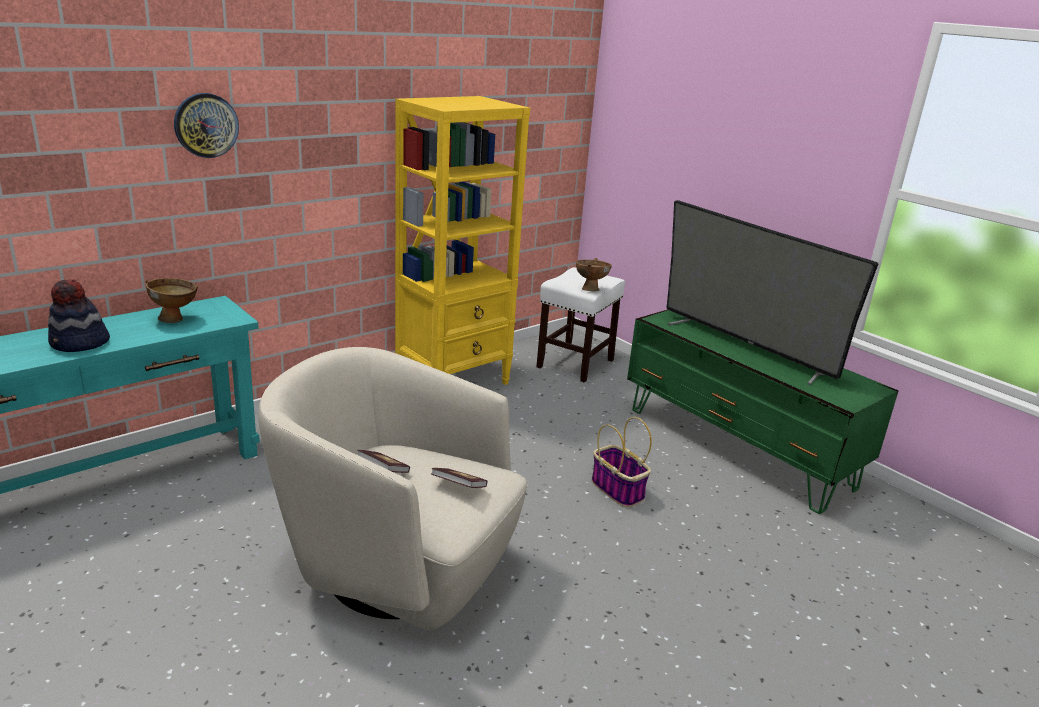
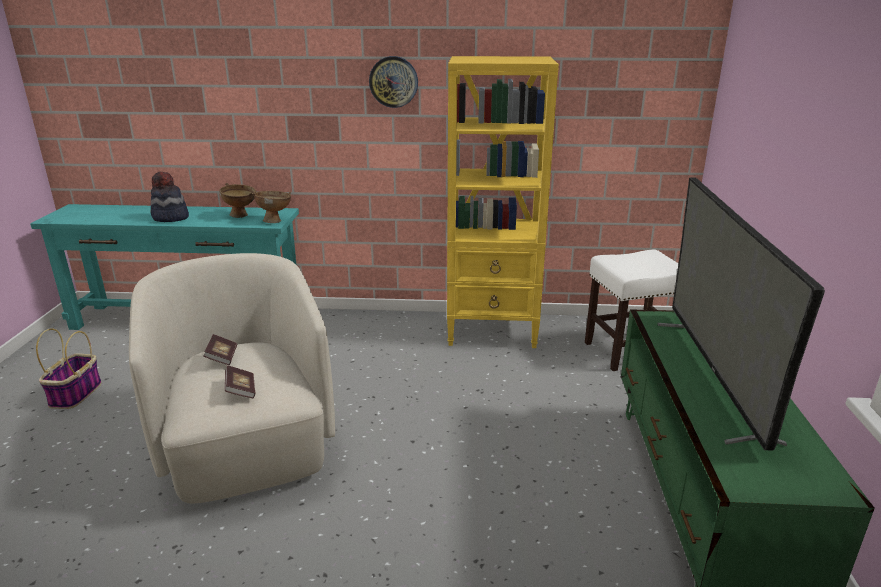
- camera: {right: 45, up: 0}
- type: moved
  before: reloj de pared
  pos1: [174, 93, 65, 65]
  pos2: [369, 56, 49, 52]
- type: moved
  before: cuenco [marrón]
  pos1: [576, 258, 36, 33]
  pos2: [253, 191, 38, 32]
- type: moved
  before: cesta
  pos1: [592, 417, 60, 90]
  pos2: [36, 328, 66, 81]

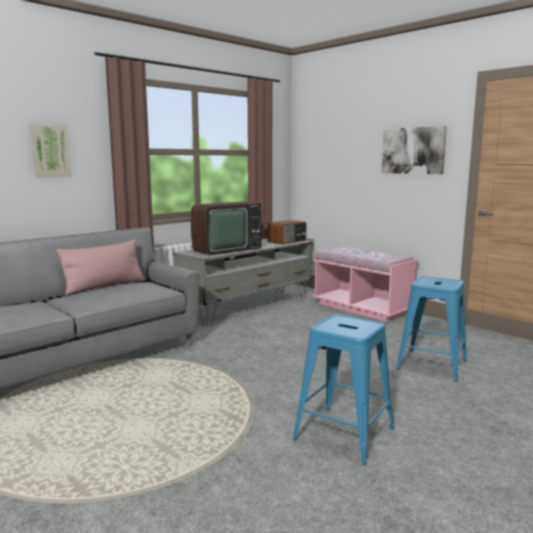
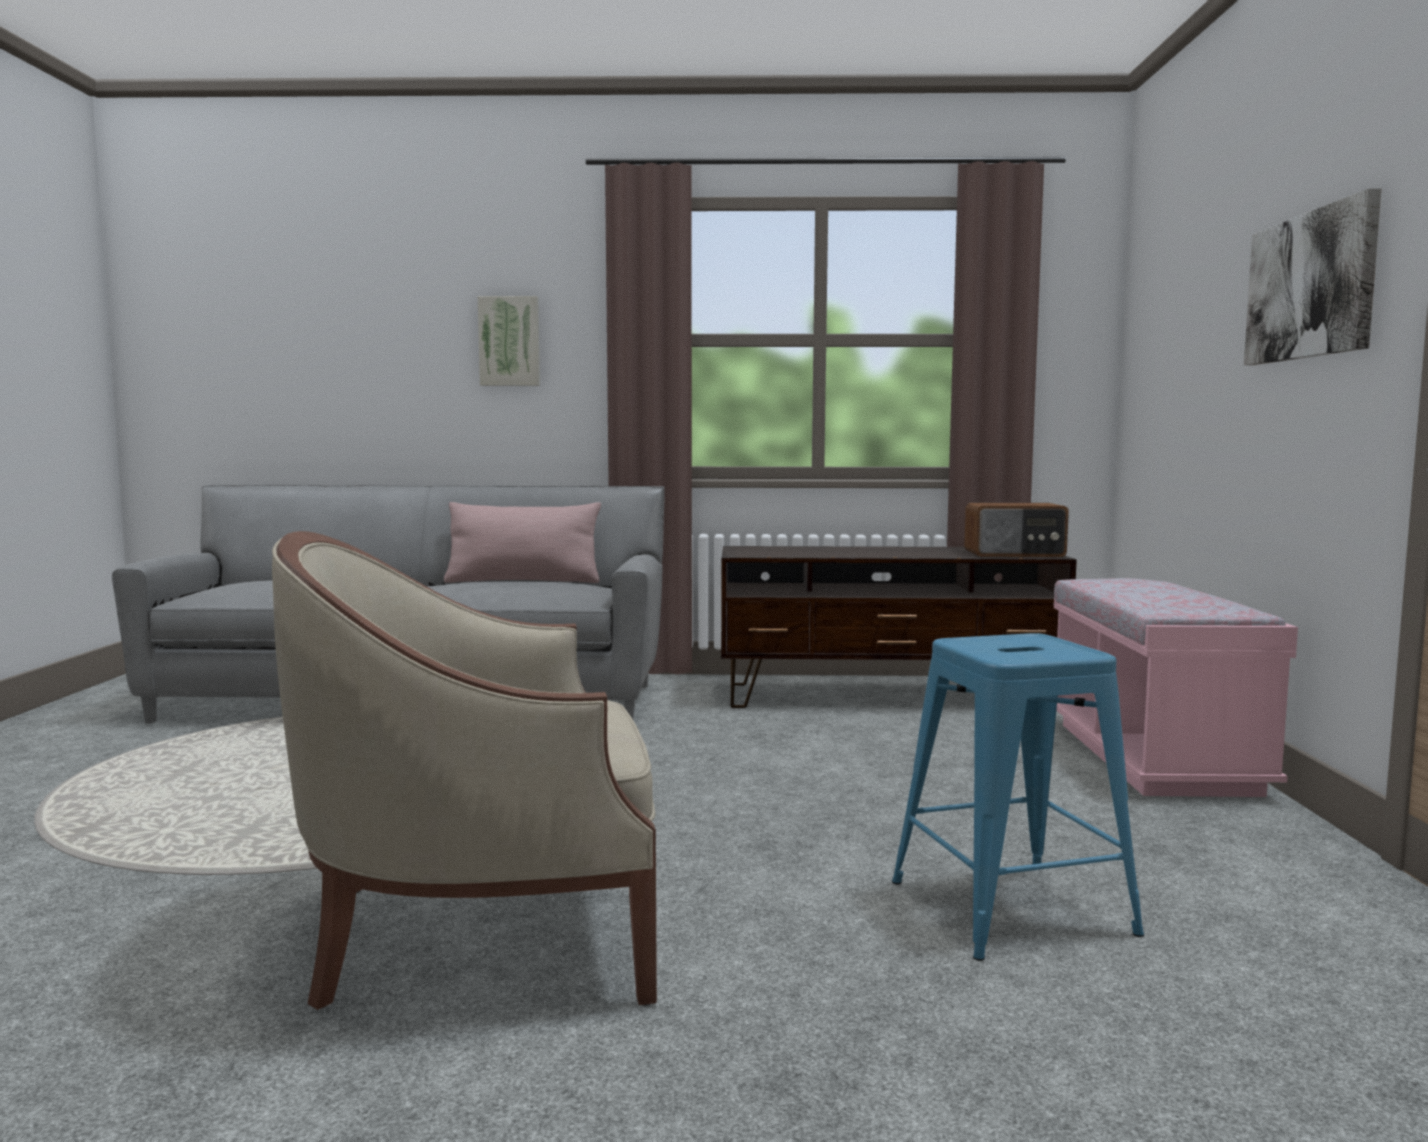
- camera: {right: 45, up: -5}
- type: recoloured
  before: mueble de televisión [gris]
  after: mueble de televisión [marrón]
  pos1: [173, 239, 139, 87]
  pos2: [721, 546, 356, 162]
- type: removed
  before: televisor
  pos1: [191, 201, 70, 54]
- type: replaced
  before: taburete [azul]
  after: sillón [beis]
  pos1: [293, 314, 101, 151]
  pos2: [272, 531, 385, 479]

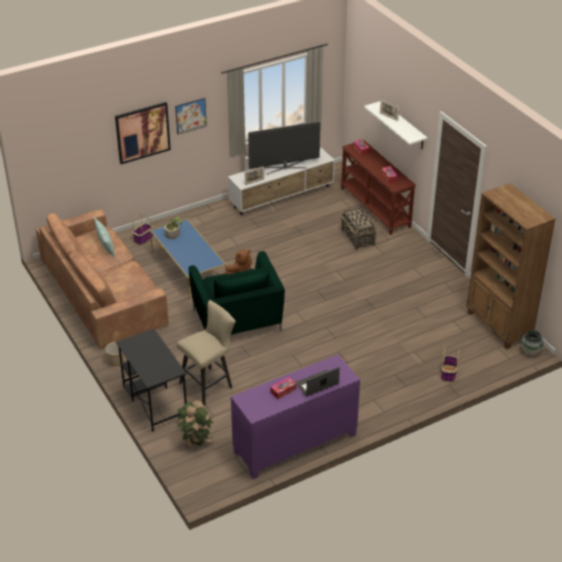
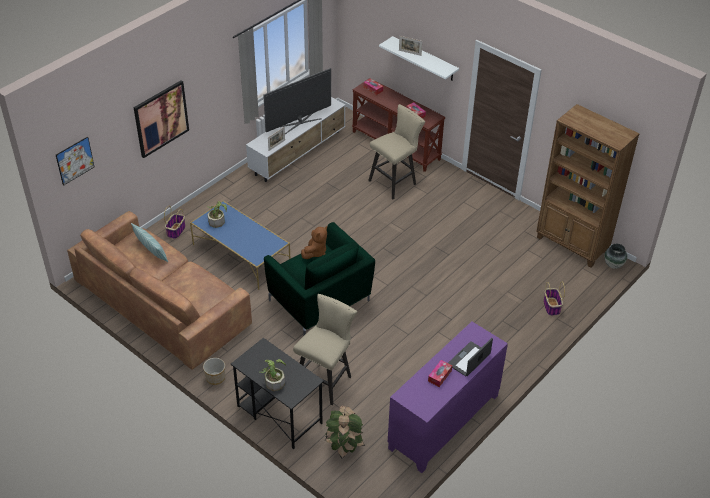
- camera: {right: -20, up: 5}
- type: moved
  before: cuadro
  pos1: [175, 98, 32, 37]
  pos2: [56, 136, 38, 50]
- type: replaced
  before: cesta
  after: taburete [beis]
  pos1: [341, 207, 36, 43]
  pos2: [368, 104, 57, 95]
- type: added
  after: planta en maceta
  pos2: [260, 359, 26, 32]

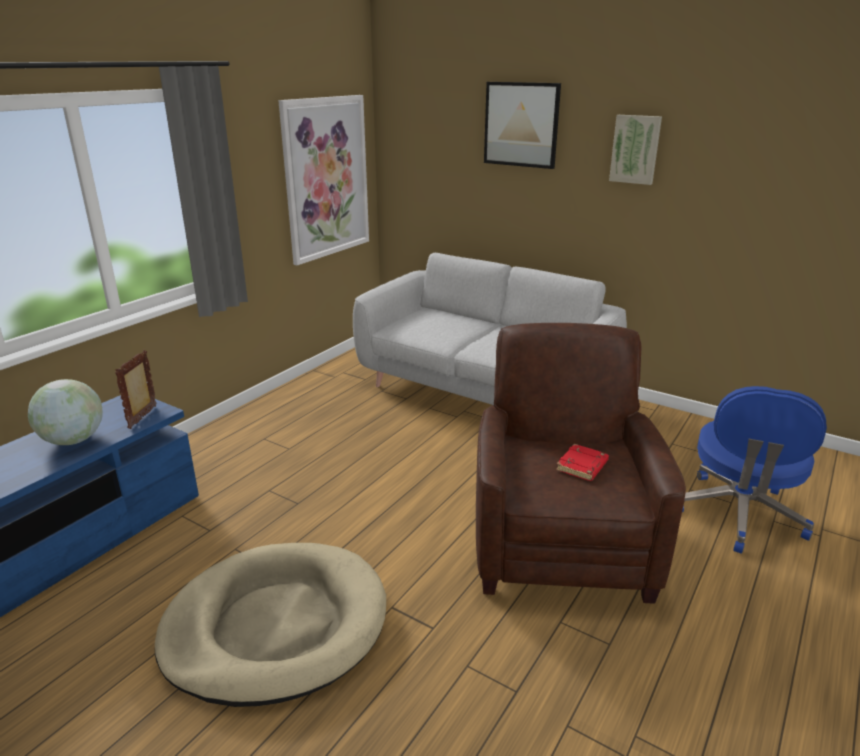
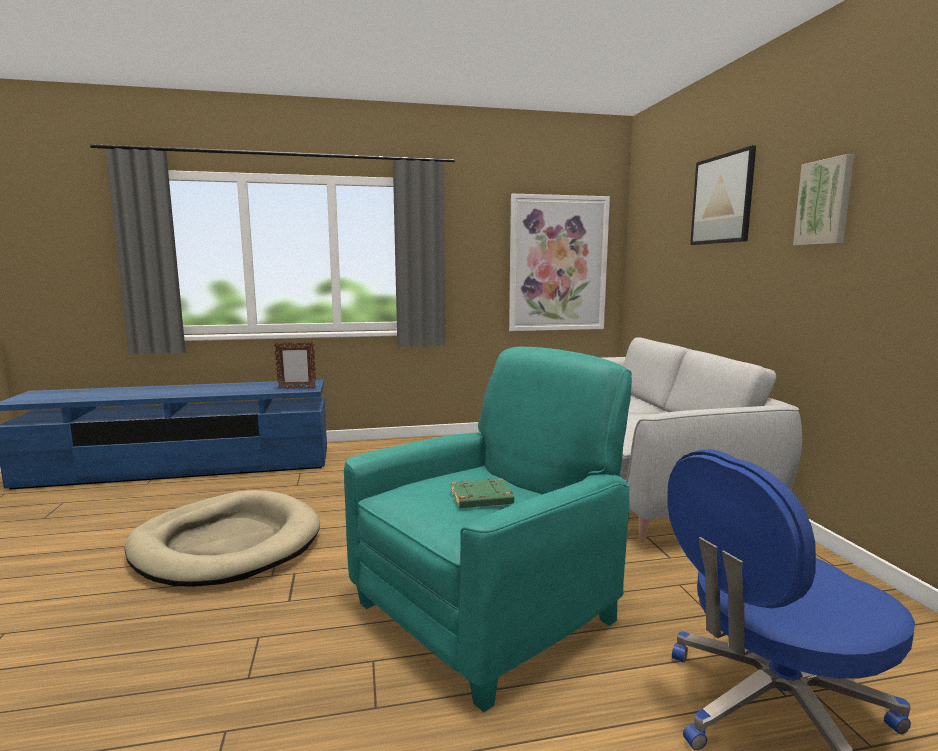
- camera: {right: 45, up: -15}
- type: removed
  before: globo terráqueo
  pos1: [28, 379, 75, 66]
- type: turned
  before: portarretratos
  pos1: [115, 350, 42, 79]
  pos2: [274, 342, 43, 47]
  turn: -150
- type: recoloured
  before: sillón [marrón]
  after: sillón [turquesa]
  pos1: [476, 323, 210, 281]
  pos2: [344, 347, 288, 365]
- type: recoloured
  before: libro [rojo]
  after: libro [verde]
  pos1: [556, 444, 53, 37]
  pos2: [451, 478, 63, 30]

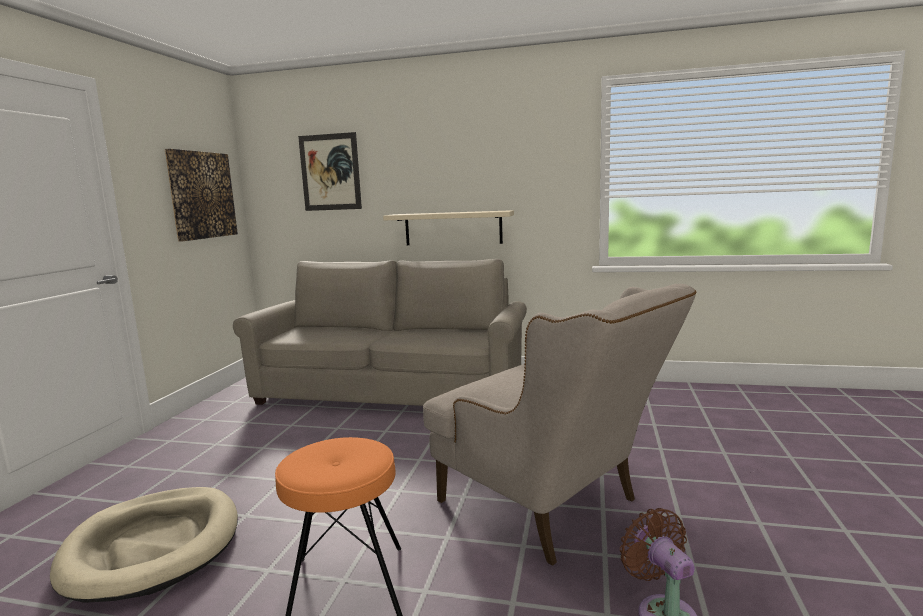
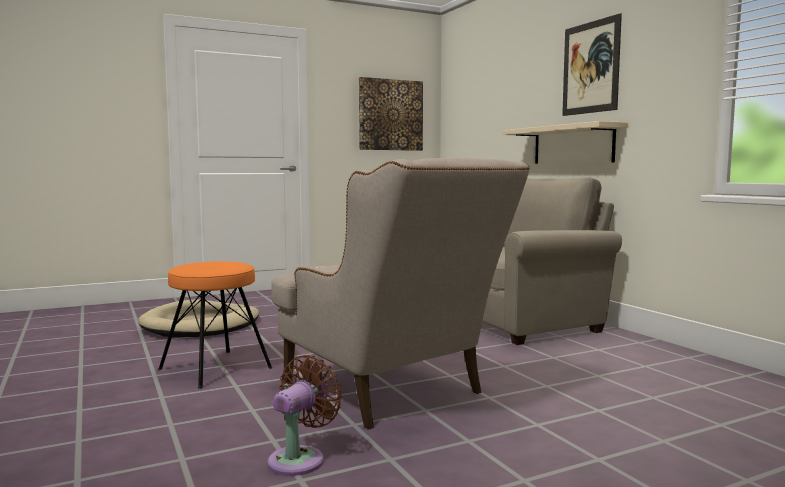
- camera: {right: 50, up: -5}
- type: moved
  before: cuadro
  pos1: [298, 132, 64, 79]
  pos2: [562, 13, 60, 103]
- type: turned
  before: sillón [beis]
  pos1: [423, 284, 274, 282]
  pos2: [271, 158, 259, 272]
  turn: -45

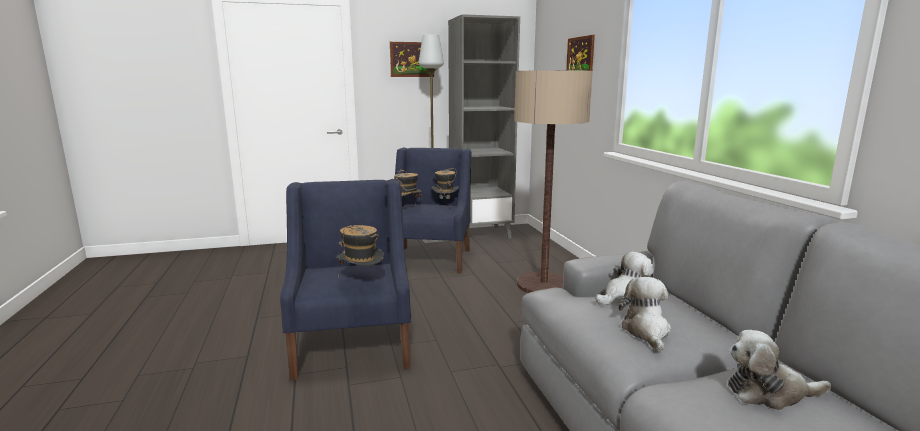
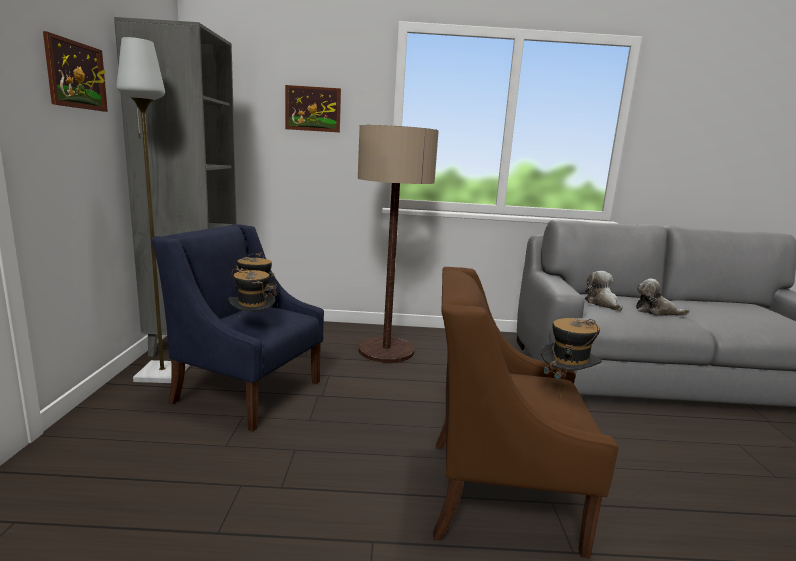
- camera: {right: -75, up: 0}
- type: recoloured
  before: sillón [azul]
  after: sillón [marrón]
  pos1: [280, 179, 131, 202]
  pos2: [433, 267, 185, 291]
- type: removed
  before: peluche
  pos1: [728, 330, 103, 80]

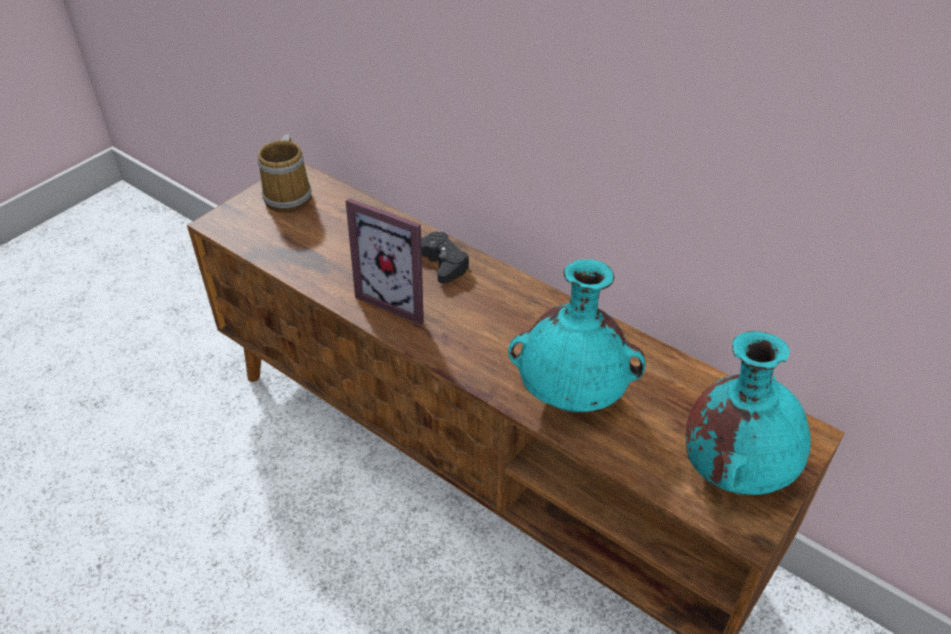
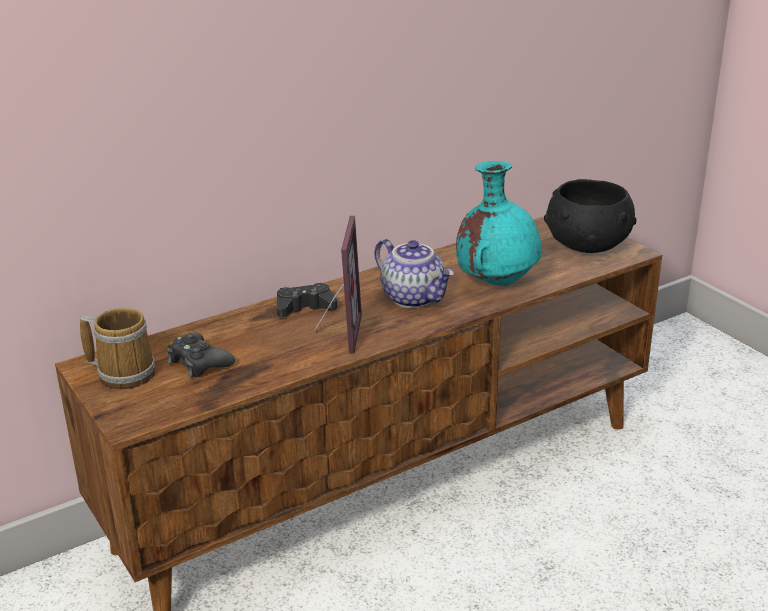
- camera: {right: -70, up: -15}
- type: turned
  before: portarretratos
  pos1: [346, 198, 78, 127]
  pos2: [314, 216, 48, 138]
  turn: -45
- type: replaced
  before: florero [turquesa]
  after: cuenco [negro]
  pos1: [685, 331, 126, 164]
  pos2: [544, 179, 93, 74]
- type: added
  after: mando de consola [negro]
  pos2: [167, 332, 68, 45]
- type: added
  after: tetera
  pos2: [375, 239, 79, 69]

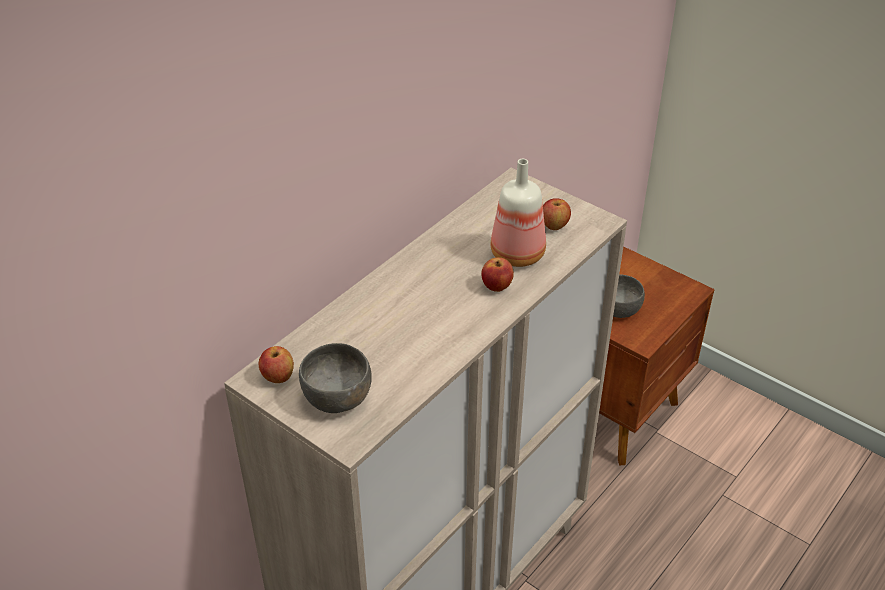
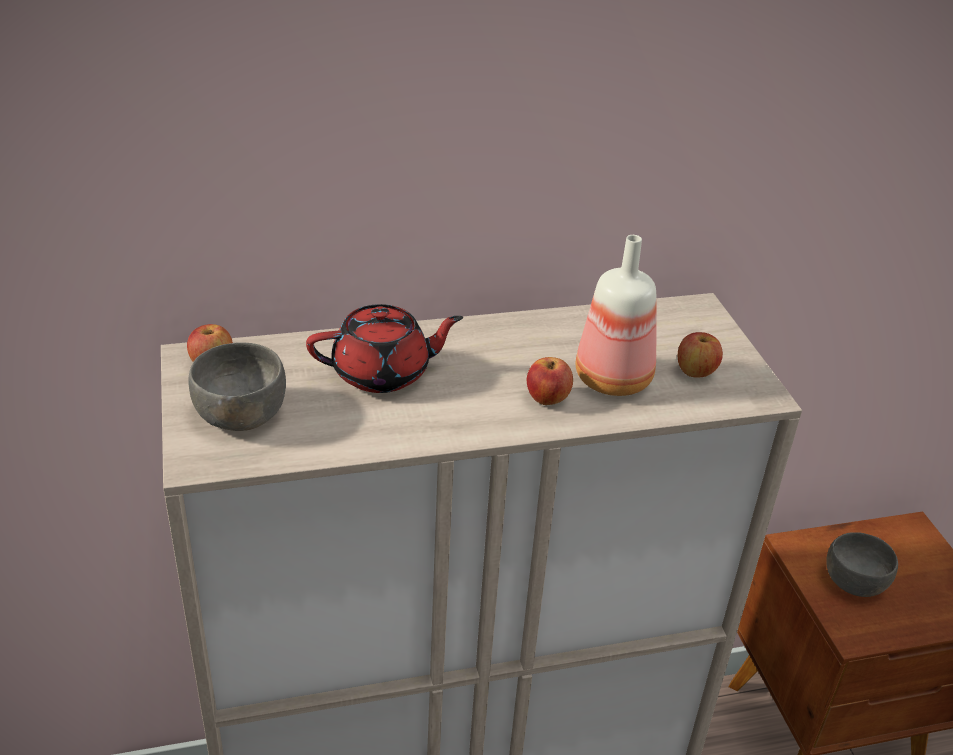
- camera: {right: 35, up: -5}
- type: added
  after: tetera [rojo]
  pos2: [306, 304, 157, 89]

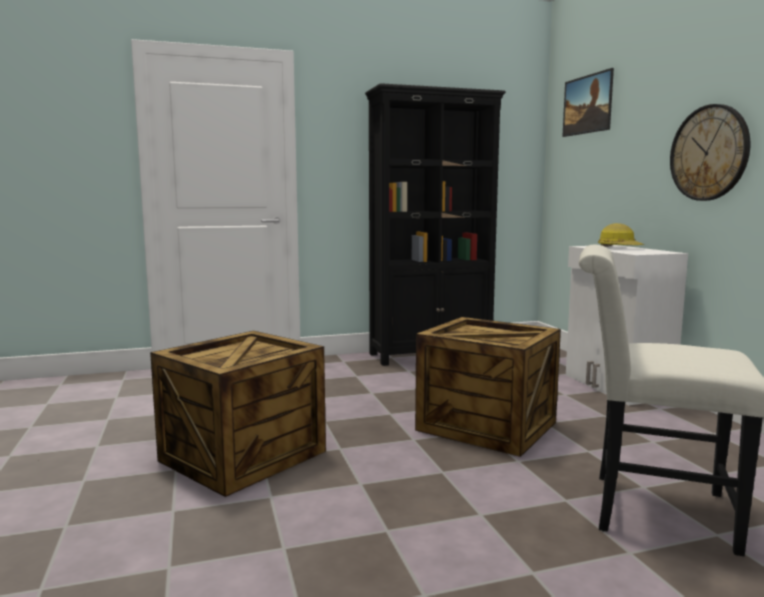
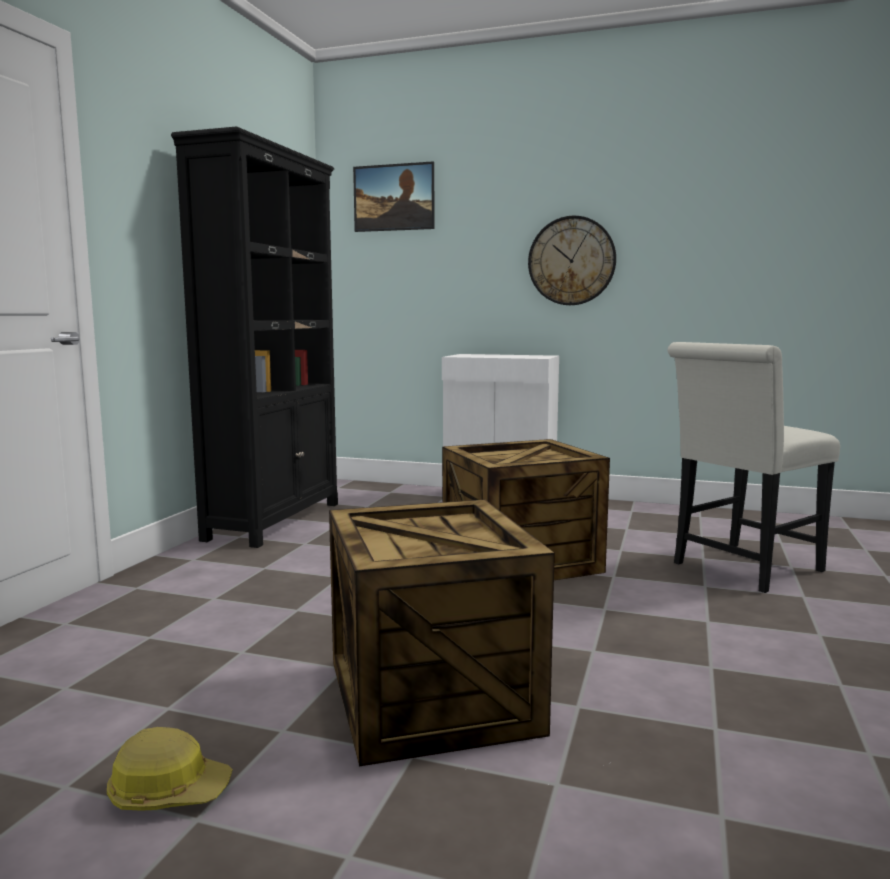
- camera: {right: -55, up: 0}
- type: moved
  before: casco
  pos1: [598, 223, 46, 24]
  pos2: [107, 727, 126, 84]

